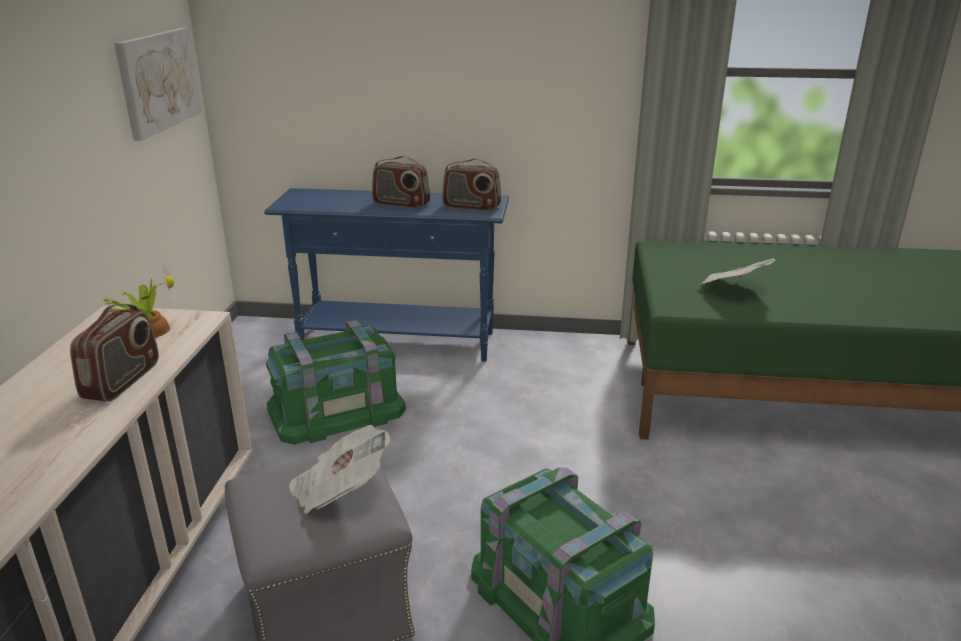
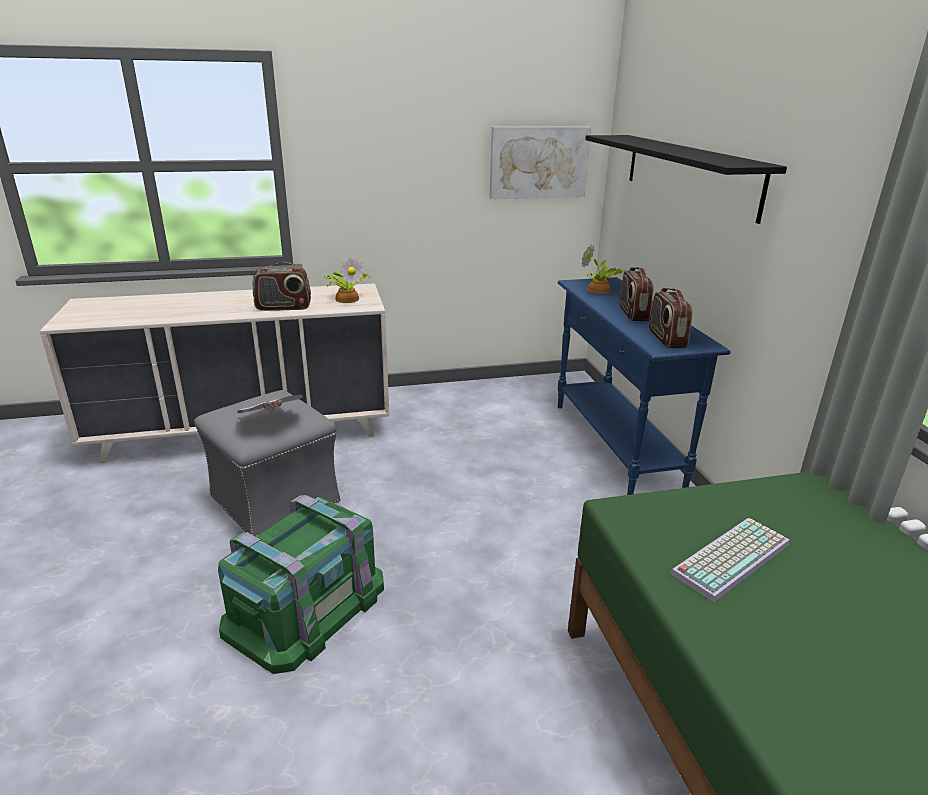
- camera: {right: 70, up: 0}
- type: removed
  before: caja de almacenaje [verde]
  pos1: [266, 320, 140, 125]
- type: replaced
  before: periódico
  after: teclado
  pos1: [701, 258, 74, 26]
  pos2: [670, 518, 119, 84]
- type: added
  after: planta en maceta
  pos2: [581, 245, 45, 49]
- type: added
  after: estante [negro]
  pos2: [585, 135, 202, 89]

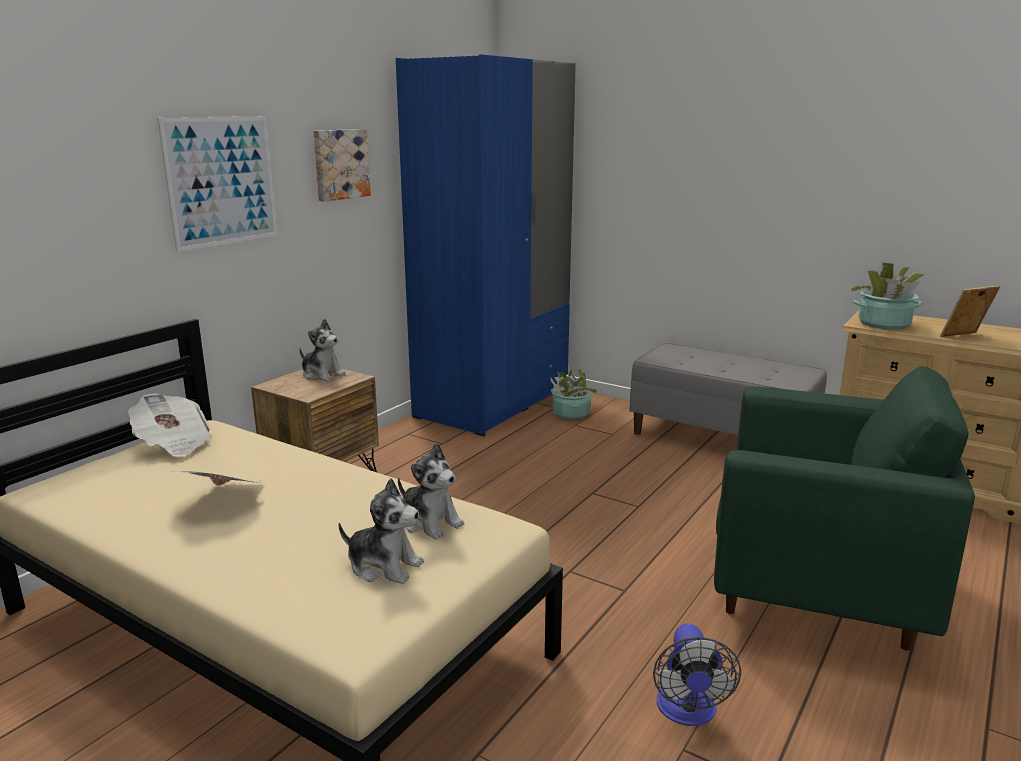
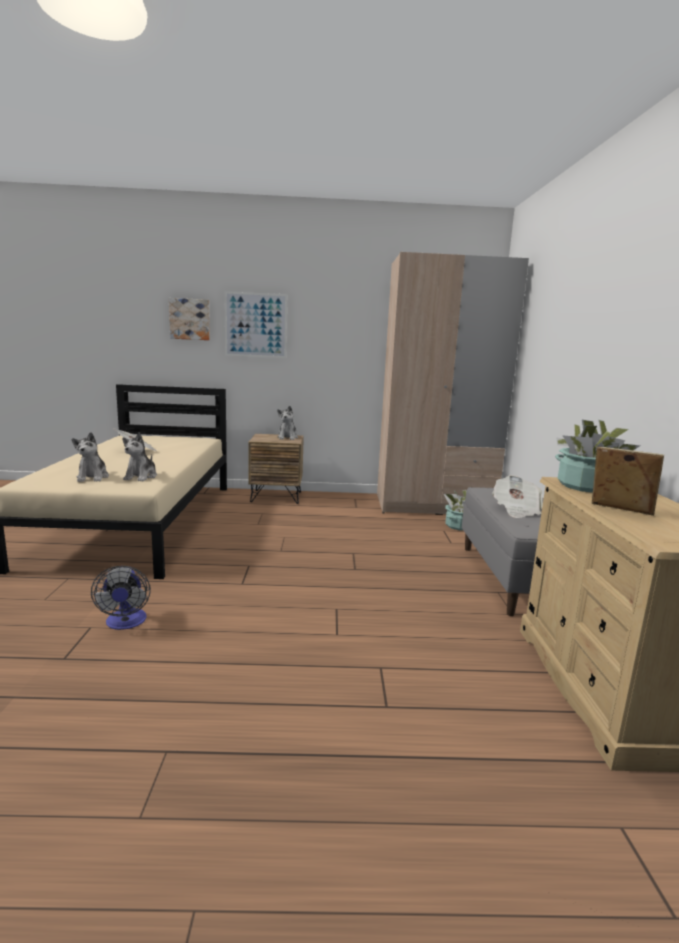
- camera: {right: 55, up: -5}
- type: moved
  before: periódico
  pos1: [128, 393, 85, 64]
  pos2: [492, 475, 50, 43]
- type: moved
  before: cuadro
  pos1: [313, 129, 58, 73]
  pos2: [169, 298, 41, 42]
- type: recoloured
  before: armario ropero [azul]
  after: armario ropero [beis]
  pos1: [396, 54, 180, 382]
  pos2: [377, 252, 152, 263]
- type: turned
  before: ventilador
  pos1: [653, 624, 88, 102]
  pos2: [91, 566, 60, 64]
  turn: -75
- type: removed
  before: sillón [verde]
  pos1: [714, 366, 261, 285]

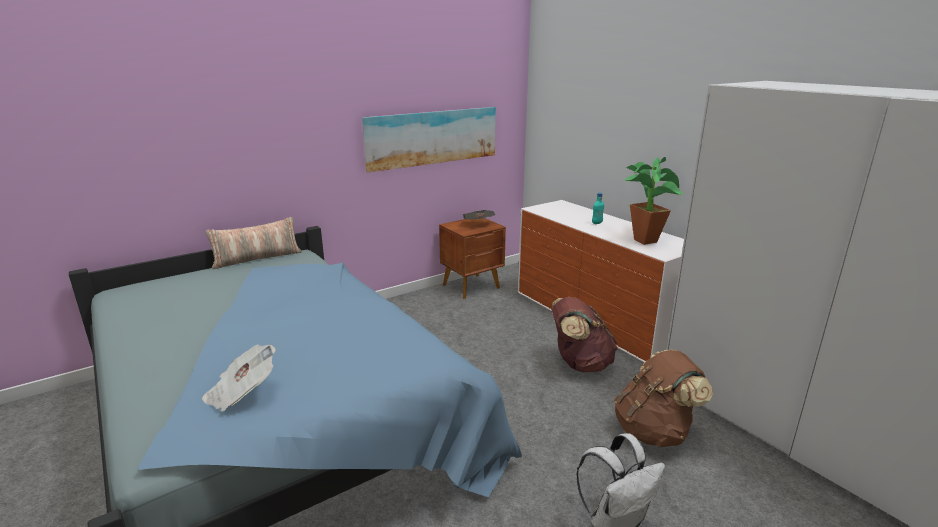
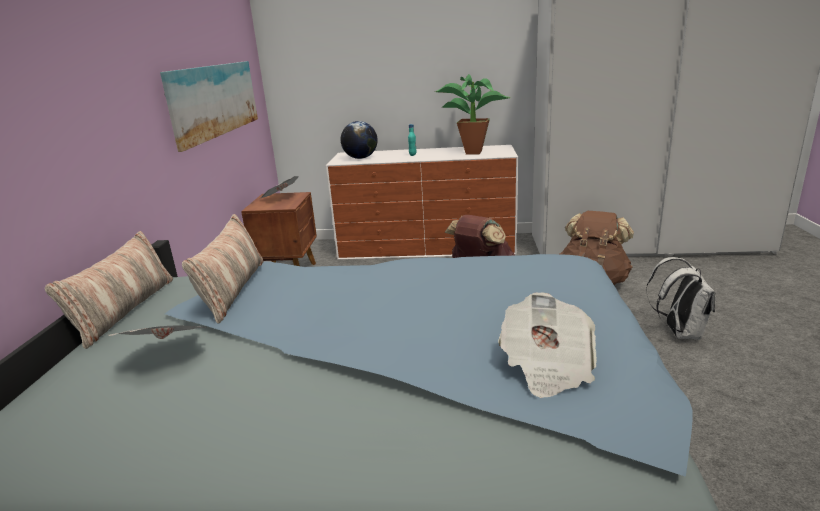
- camera: {right: -50, up: 0}
- type: added
  after: periódico
  pos2: [109, 326, 96, 13]
- type: added
  after: cojín
  pos2: [182, 214, 81, 110]
- type: added
  after: globo terráqueo
  pos2: [341, 121, 37, 38]

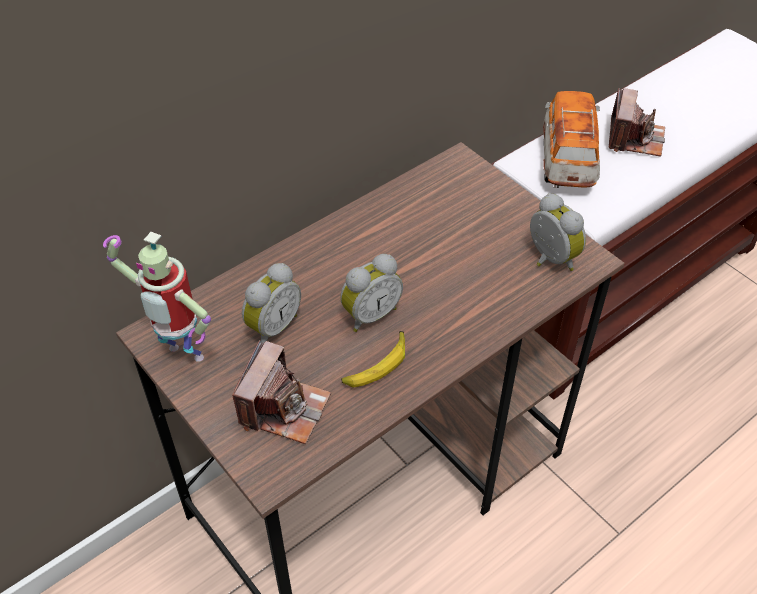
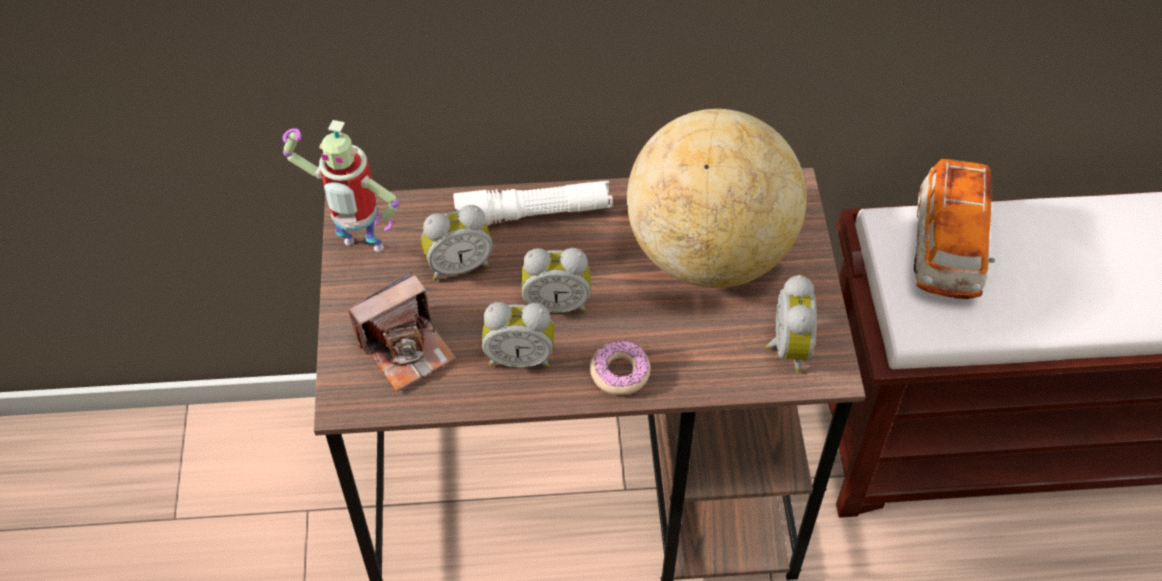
- camera: {right: 35, up: 5}
- type: turned
  before: robot de juguete
  pos1: [103, 232, 108, 130]
  pos2: [283, 120, 117, 132]
  turn: -45
- type: replaced
  before: plátano
  after: despertador
  pos1: [341, 331, 64, 56]
  pos2: [482, 302, 72, 66]
- type: turned
  before: coche de juguete
  pos1: [543, 91, 57, 97]
  pos2: [914, 159, 81, 140]
  turn: 150
- type: removed
  before: cámara
  pos1: [608, 88, 57, 69]
- type: added
  after: linterna [blanco]
  pos2: [453, 181, 160, 44]
- type: added
  after: rosquilla
  pos2: [590, 340, 61, 55]
- type: added
  after: globo terráqueo
  pos2: [627, 109, 180, 179]

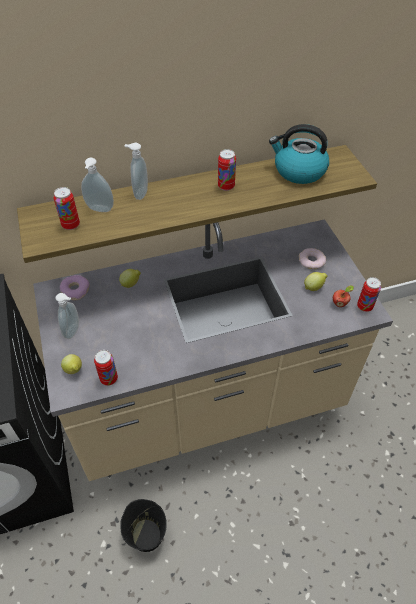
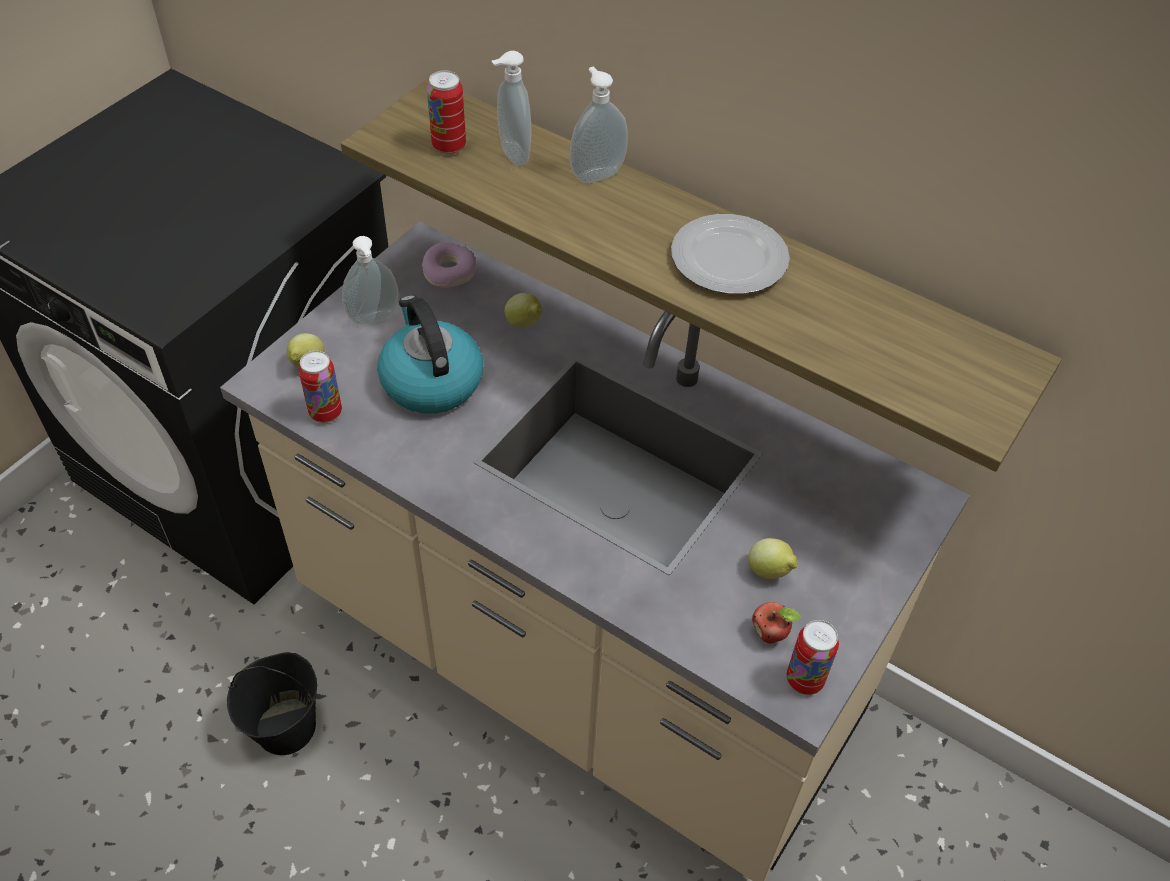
- camera: {right: 50, up: 0}
- type: replaced
  before: lata
  after: plato
  pos1: [218, 149, 18, 42]
  pos2: [671, 214, 119, 80]
- type: moved
  before: hervidor
  pos1: [269, 124, 60, 60]
  pos2: [377, 295, 106, 118]
- type: removed
  before: rosquilla
  pos1: [299, 248, 27, 21]

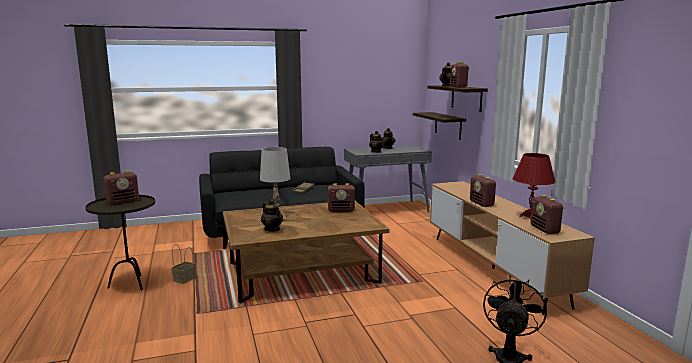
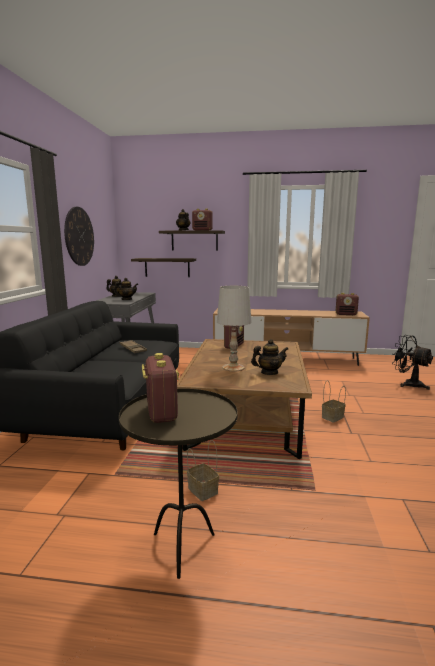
- camera: {right: -65, up: 0}
- type: removed
  before: radio
  pos1: [470, 174, 27, 33]
- type: removed
  before: lámpara de mesa [rojo]
  pos1: [513, 153, 42, 67]
- type: added
  after: reloj de pared
  pos2: [64, 207, 30, 59]
- type: added
  after: cesta
  pos2: [322, 380, 24, 43]

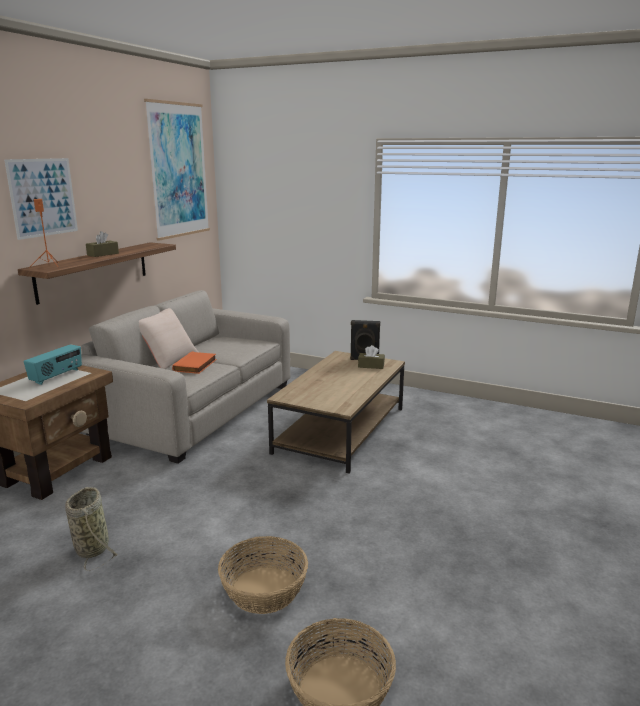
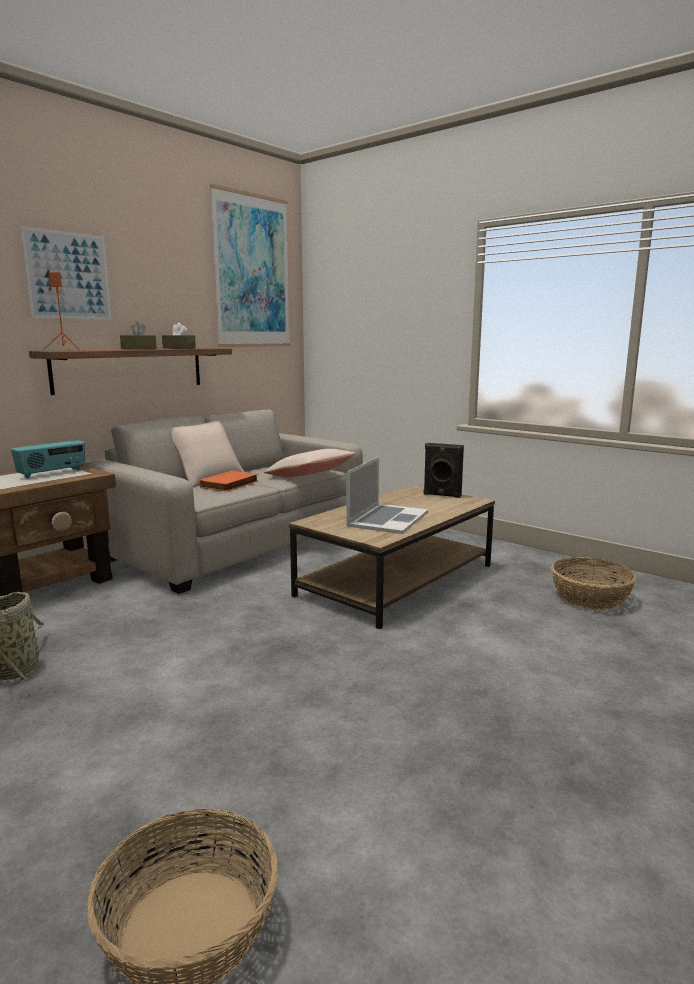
- camera: {right: 15, up: -5}
- type: moved
  before: cesta
  pos1: [218, 536, 90, 78]
  pos2: [551, 557, 86, 53]
- type: moved
  before: caja de pañuelos [marrón]
  pos1: [358, 345, 27, 24]
  pos2: [162, 322, 34, 27]
- type: added
  after: cojín [beis]
  pos2: [264, 449, 92, 28]
- type: added
  after: portátil
  pos2: [346, 457, 82, 77]

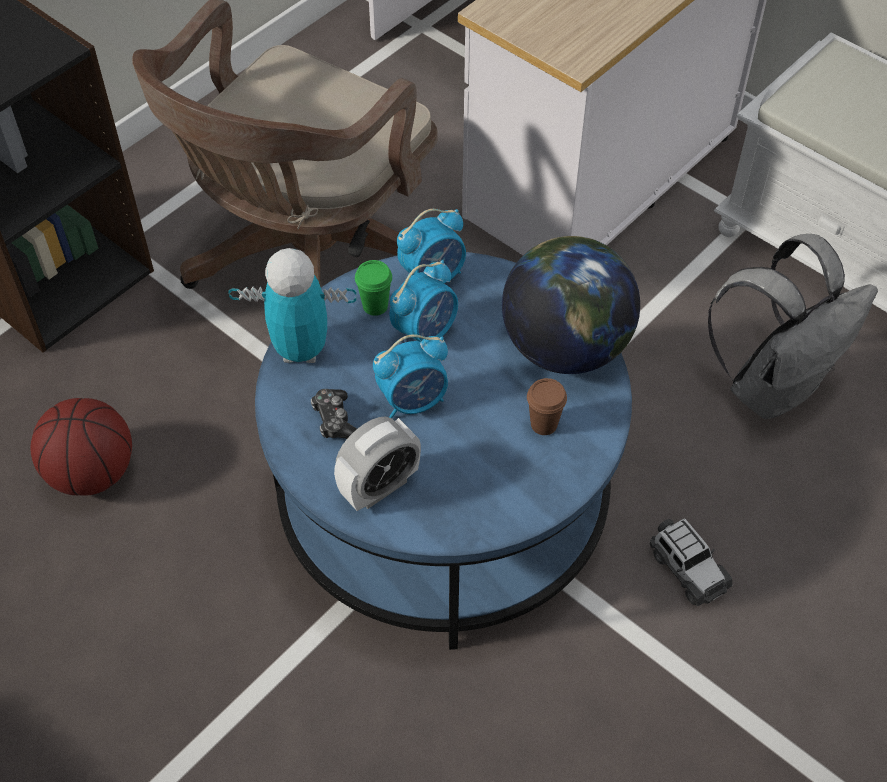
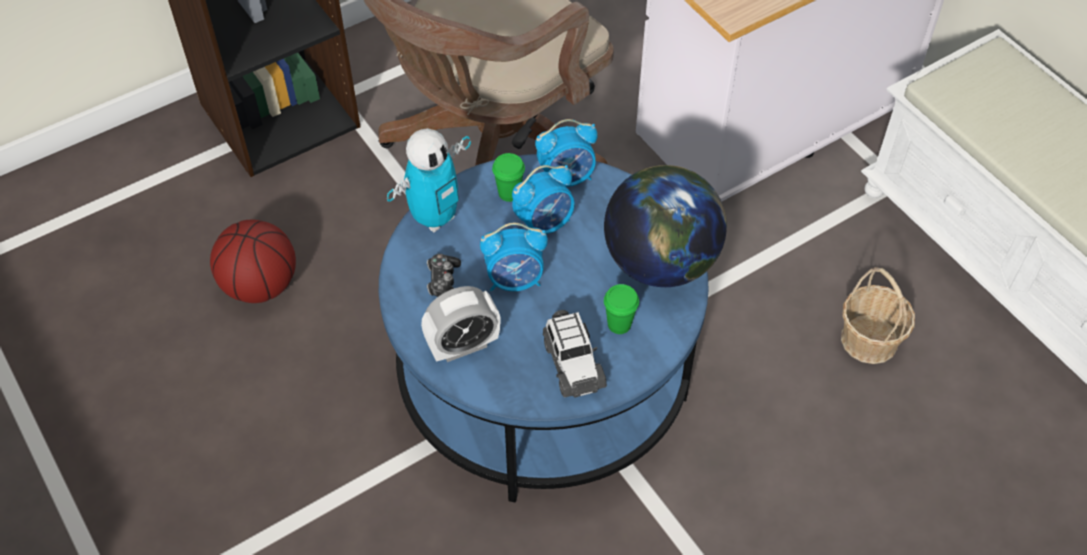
- camera: {right: 15, up: 0}
- type: turned
  before: robot de juguete
  pos1: [228, 248, 129, 115]
  pos2: [387, 128, 84, 104]
  turn: 120
- type: recoloured
  before: taza [marrón]
  after: taza [verde]
  pos1: [527, 378, 40, 57]
  pos2: [604, 284, 35, 50]
- type: moved
  before: coche de juguete
  pos1: [650, 518, 83, 88]
  pos2: [543, 310, 64, 88]
- type: replaced
  before: mochila [gris]
  after: cesta
  pos1: [708, 234, 170, 185]
  pos2: [841, 267, 74, 97]

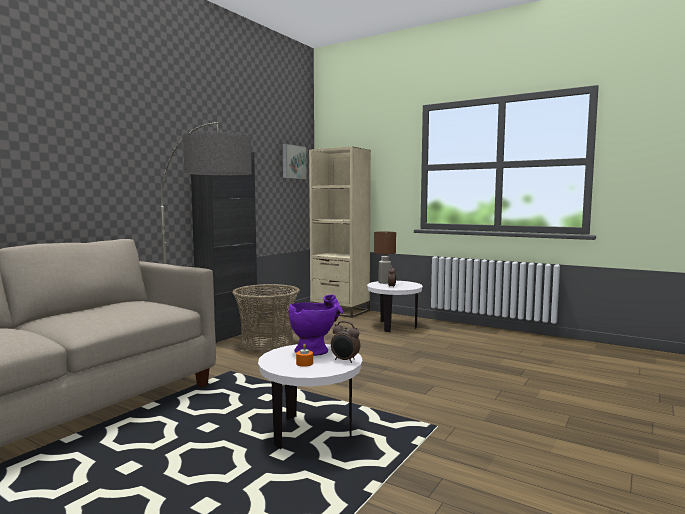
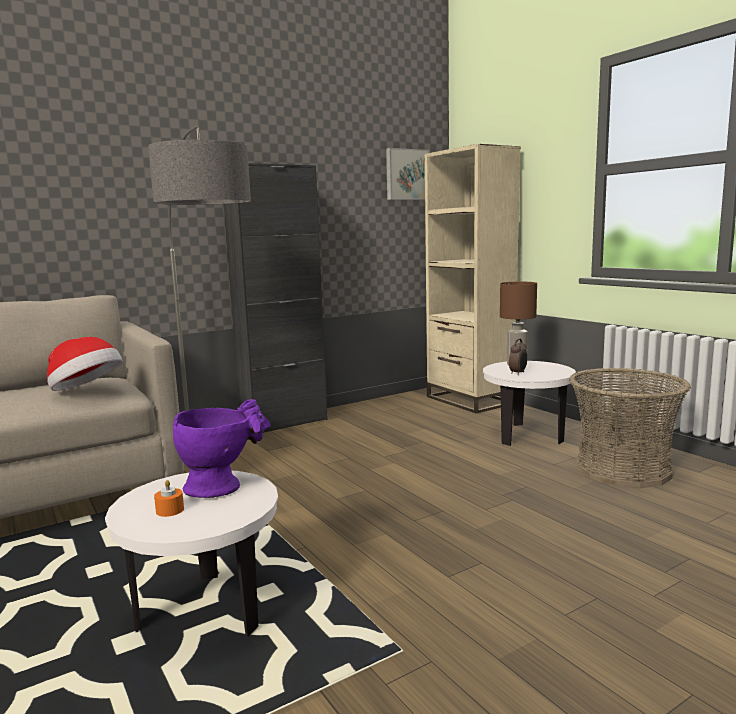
- camera: {right: 25, up: 5}
- type: moved
  before: cesta
  pos1: [232, 284, 68, 70]
  pos2: [569, 368, 122, 120]
- type: removed
  before: despertador
  pos1: [331, 321, 29, 42]
- type: added
  after: sombrero
  pos2: [47, 337, 76, 54]

